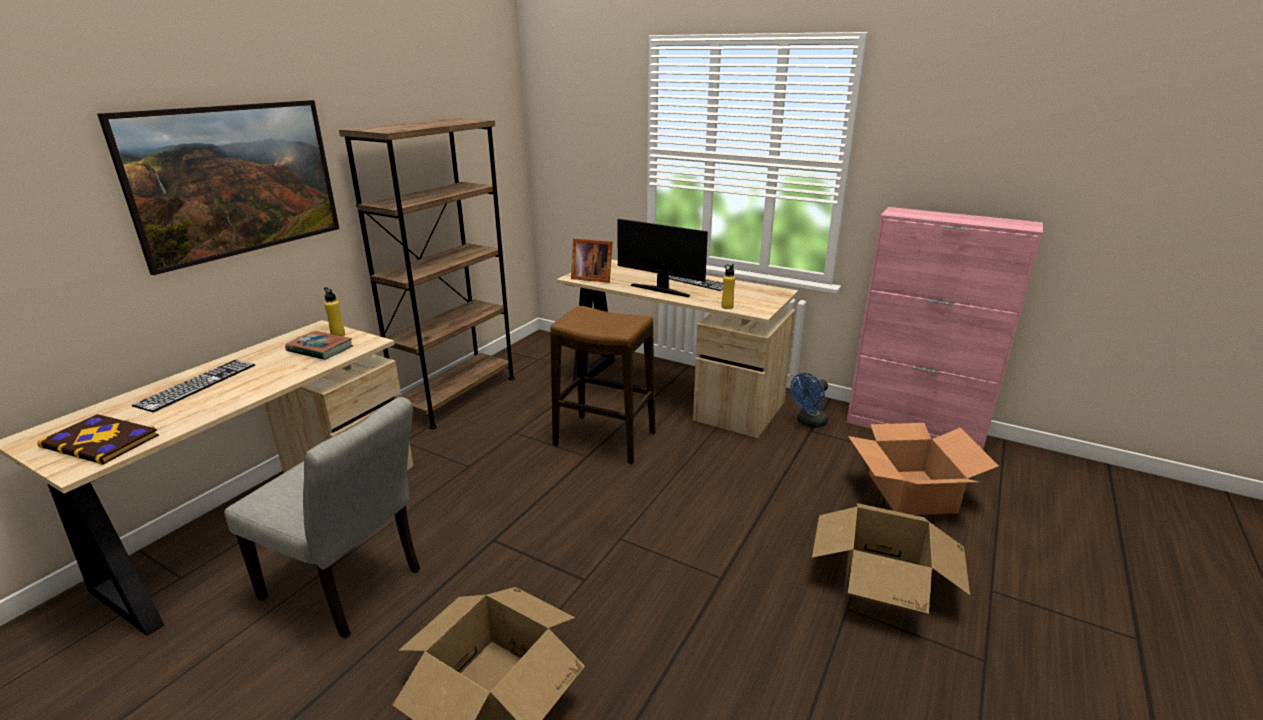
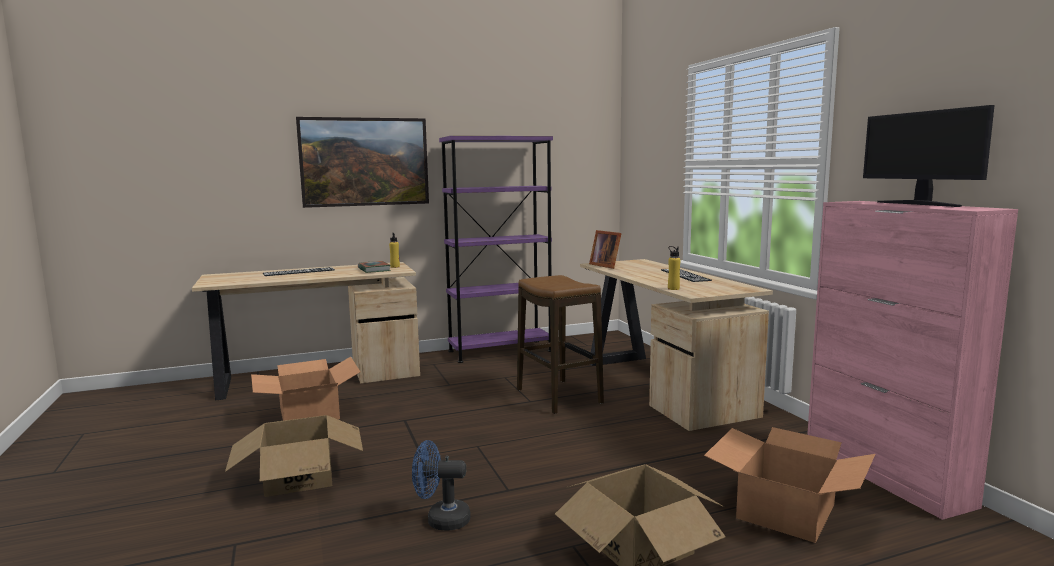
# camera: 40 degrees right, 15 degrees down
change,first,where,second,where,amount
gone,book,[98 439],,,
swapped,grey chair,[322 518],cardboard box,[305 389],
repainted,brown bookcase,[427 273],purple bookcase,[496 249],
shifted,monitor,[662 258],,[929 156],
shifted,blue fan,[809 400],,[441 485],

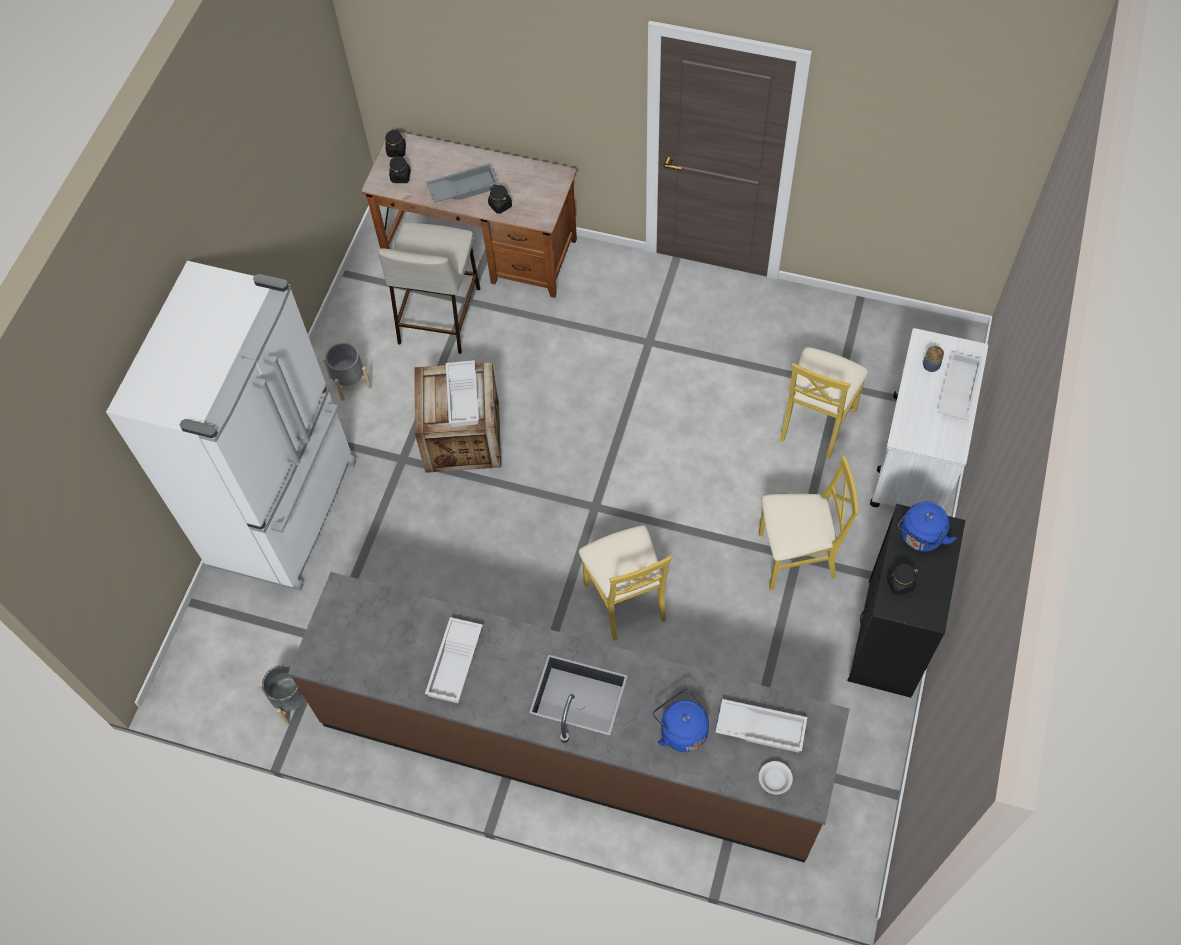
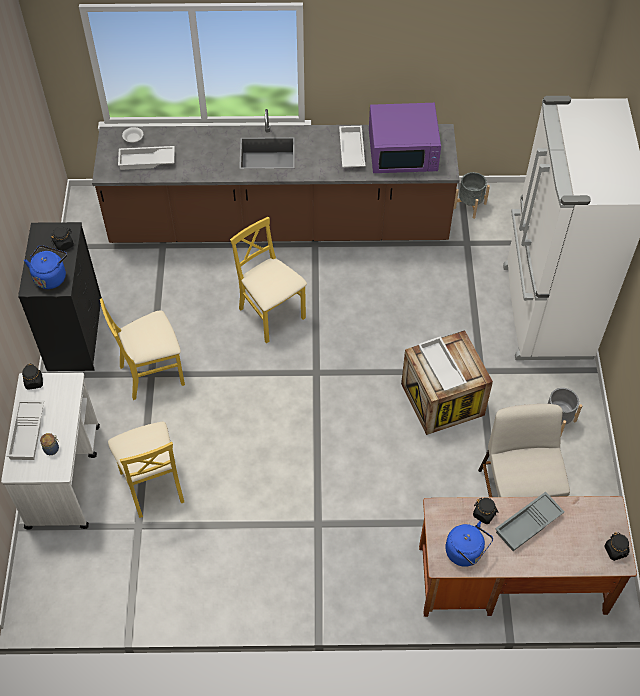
# camera: 160 degrees right, 5 degrees down
change,first,where,second,where,amount
shifted,black jar,[400 169],,[32 377],
shifted,blue kettle,[681 720],,[469 544],
rotated,yellow chair,[824 403],,[146 470],150 degrees clockwise
new,,,purple microwave,[405 138],

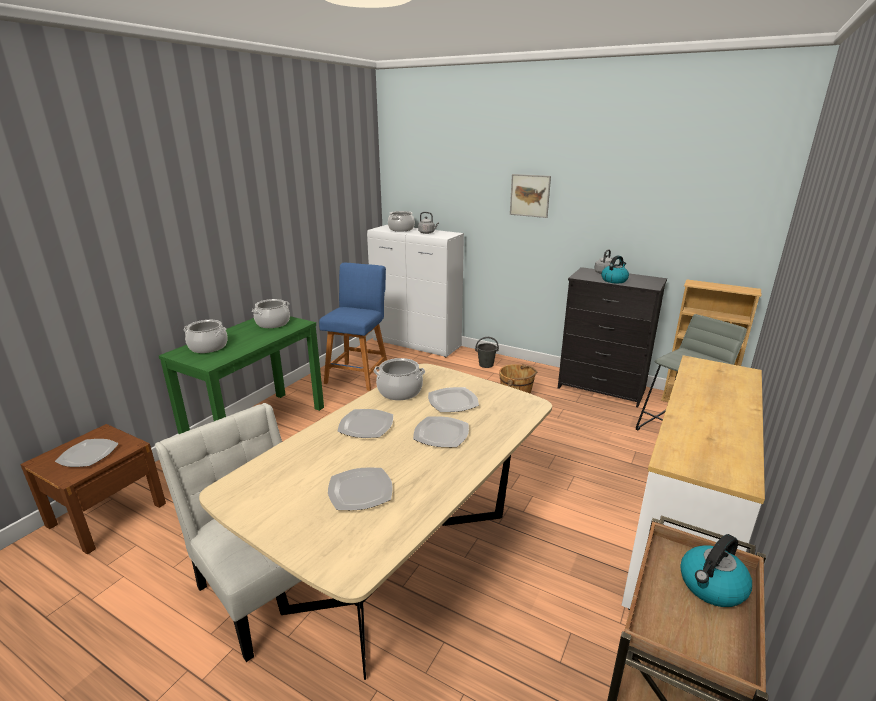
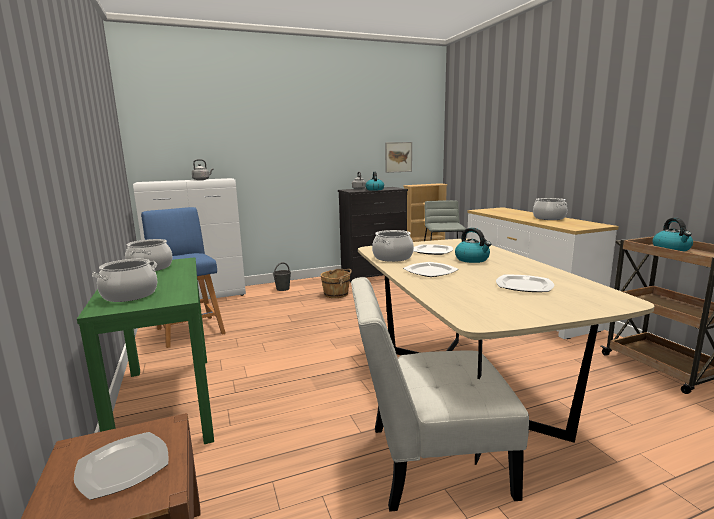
# camera: 50 degrees left, 10 degrees down
change,first,where,second,where,amount
shifted,cooking pot,[401 221],,[550 209],
swapped,plate,[441 431],kettle,[473 245],
shifted,picture,[530 196],,[398 157],

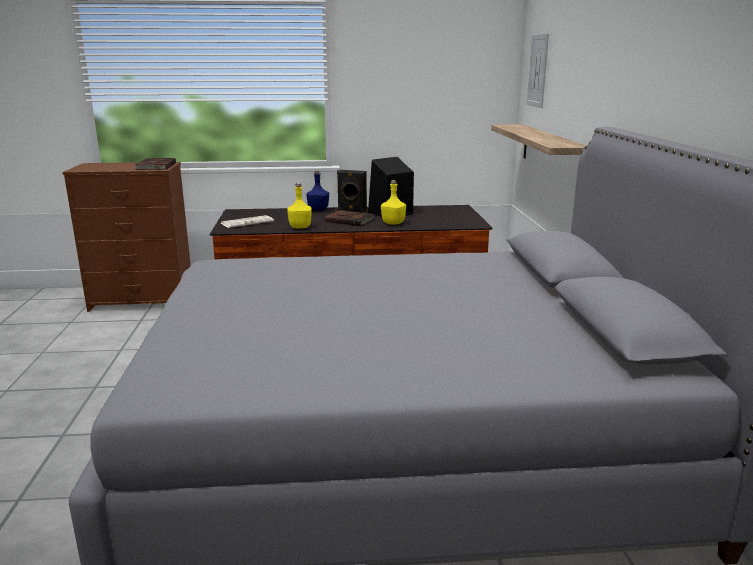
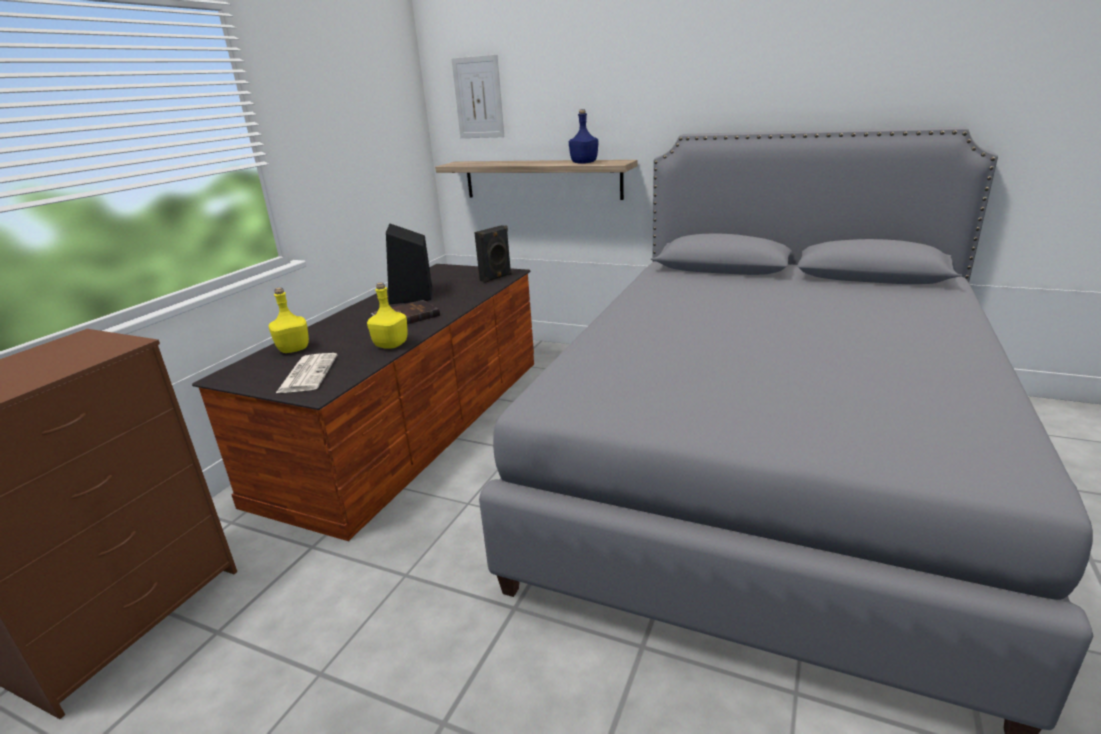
# camera: 60 degrees left, 5 degrees up
change,first,where,second,where,amount
gone,brown book,[155 164],,,
shifted,blue bottle,[318 190],,[583 136],
shifted,black speaker,[352 191],,[493 254],
shifted,yellow bottle,[393 202],,[288 320],

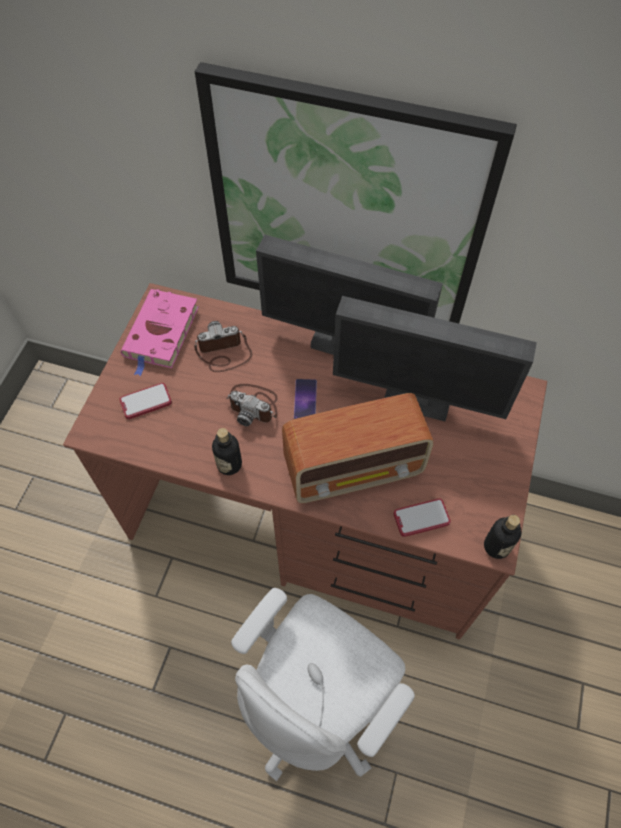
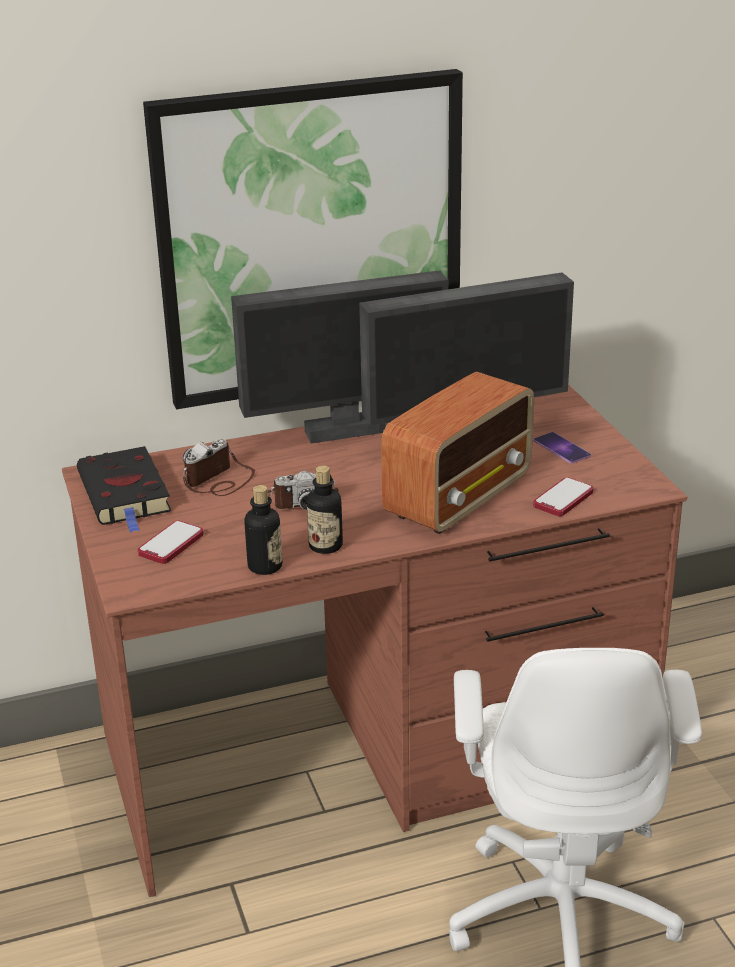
# camera: 35 degrees left, 30 degrees down
change,first,where,second,where,amount
repainted,pink book,[159 332],black book,[124 489],
shifted,phone,[305 399],,[562 448],
shifted,bottle,[503 537],,[263 530],

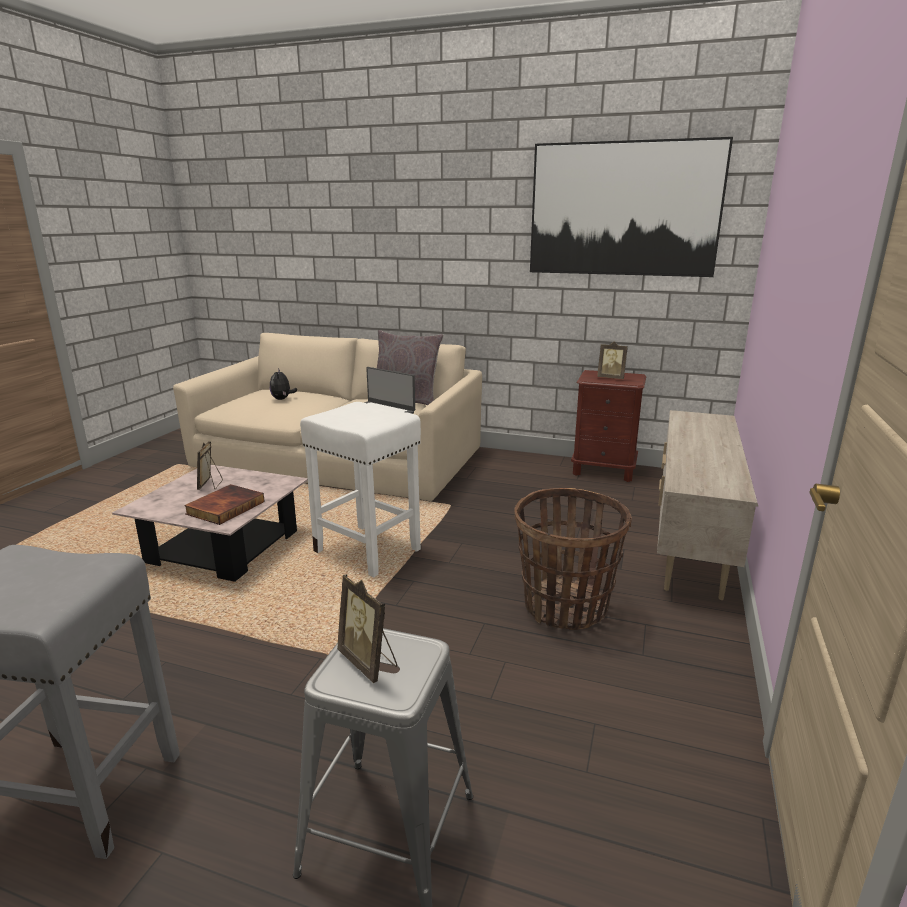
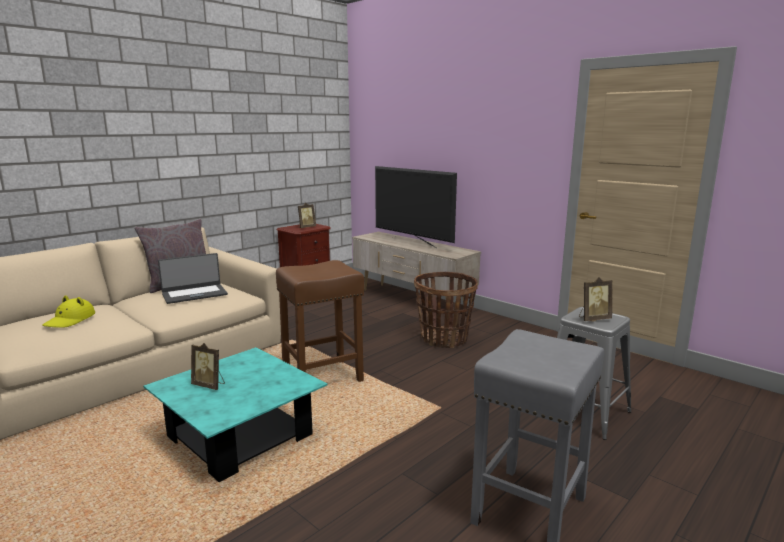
# camera: 65 degrees left, 5 degrees down
change,first,where,second,where,amount
repainted,pink coffee table,[210 523],turquoise coffee table,[235 414],
gone,book,[224 504],,,
swapped,plush toy,[283 384],yellow hat,[68 311],
repainted,white stool,[360 489],brown stool,[320 321],
gone,picture,[631 207],,,
new,,,television,[416 207],

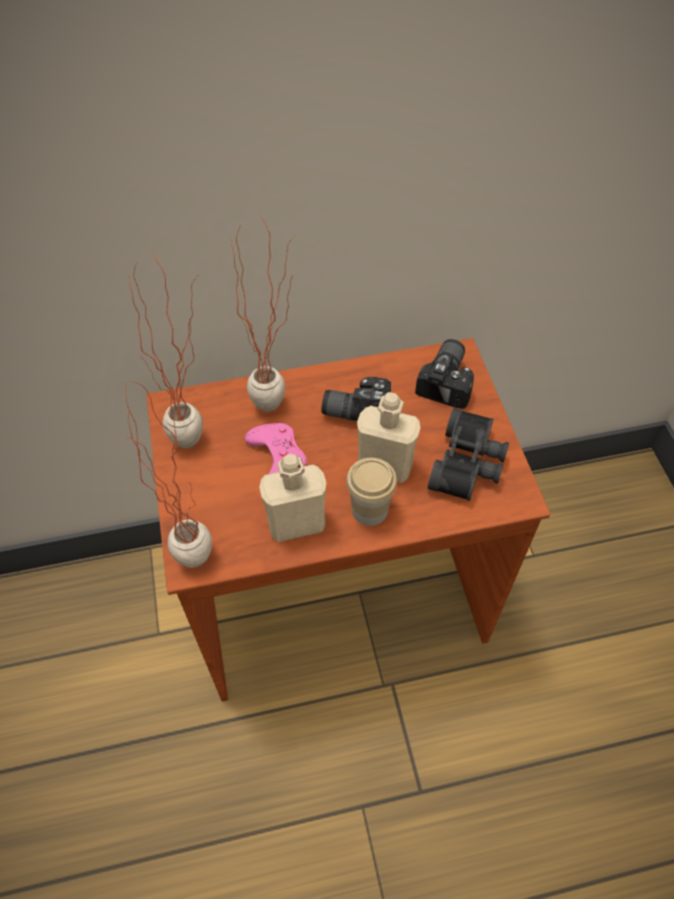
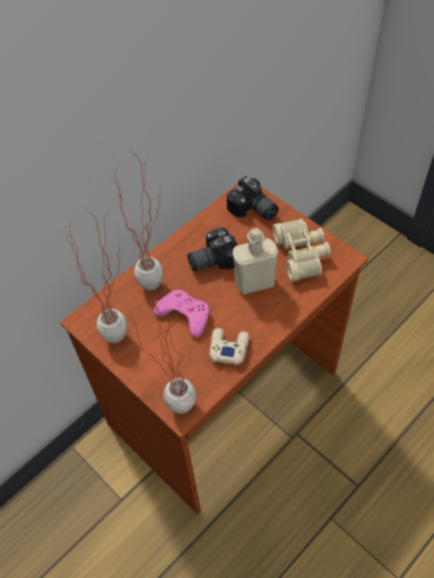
# camera: 30 degrees left, 0 degrees up
change,first,where,second,where,amount
swapped,beige bottle,[292 498],beige game controller,[229 346],
gone,cup,[371 492],,,
rotated,photo camera,[444 374],,[253 198],150 degrees clockwise
repainted,black binoculars,[468 454],beige binoculars,[301 250],

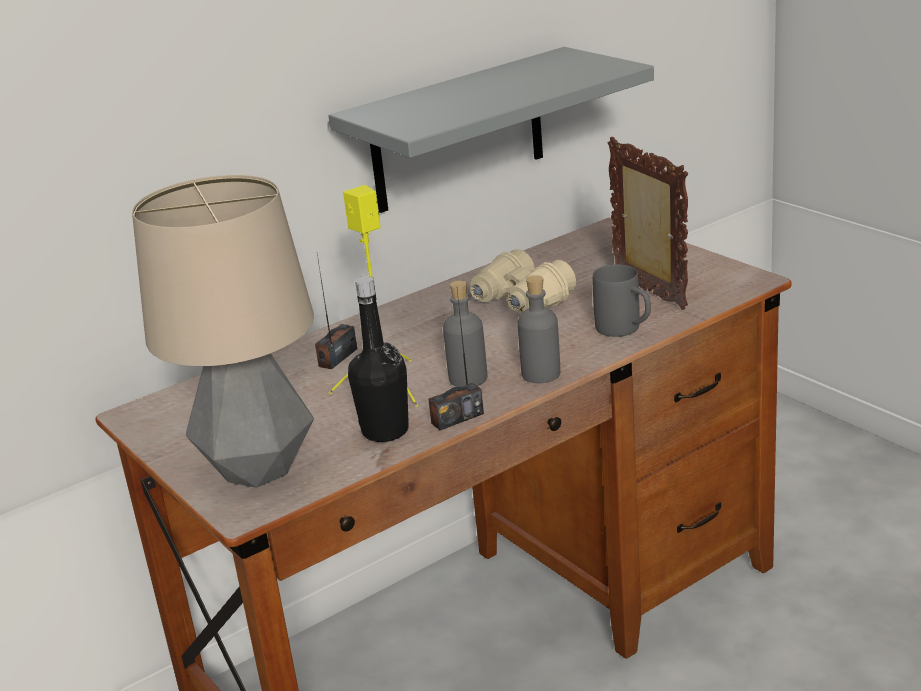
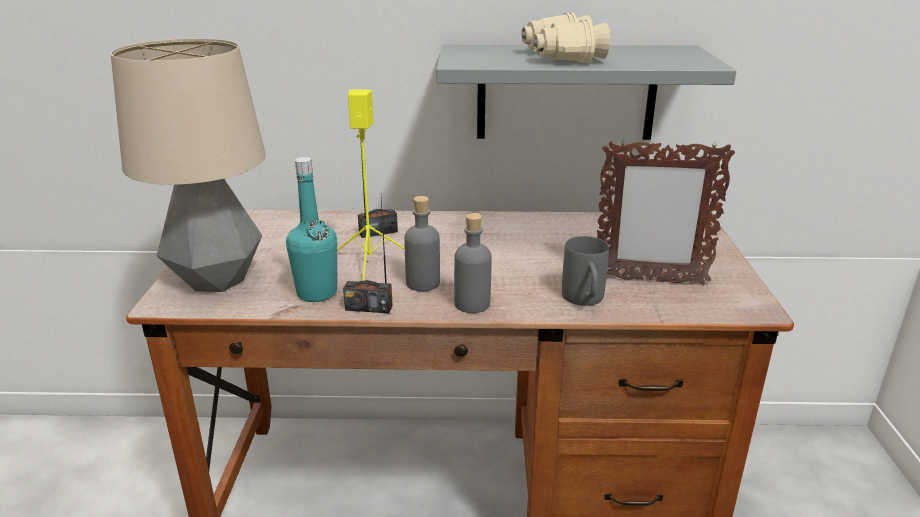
# camera: 35 degrees right, 0 degrees up
change,first,where,second,where,amount
repainted,black bottle,[378 359],turquoise bottle,[311 229],
shifted,beige binoculars,[523 281],,[565 37],
rotated,picture frame,[647 223],,[666 212],90 degrees clockwise

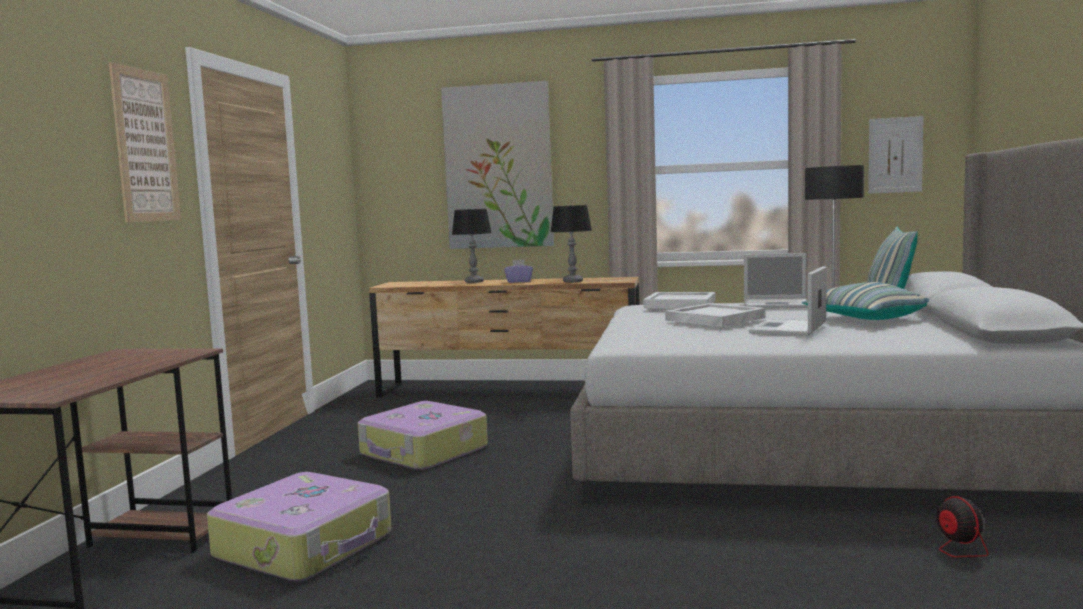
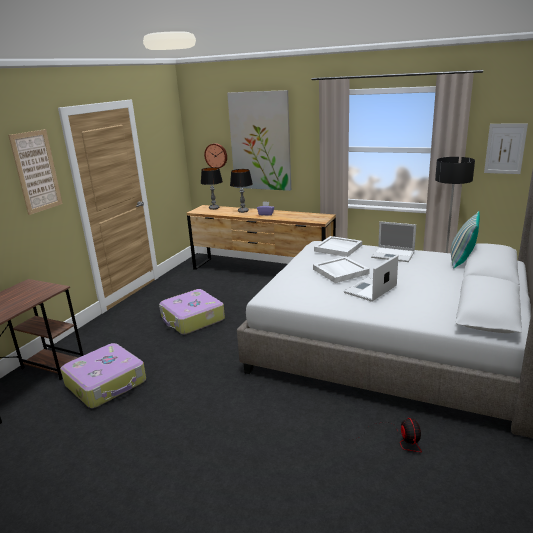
# camera: 15 degrees right, 15 degrees up
change,first,where,second,where,amount
shifted,table lamp,[571 244],,[212 188],
gone,pillow,[866 301],,,
new,,,wall clock,[215 155],

